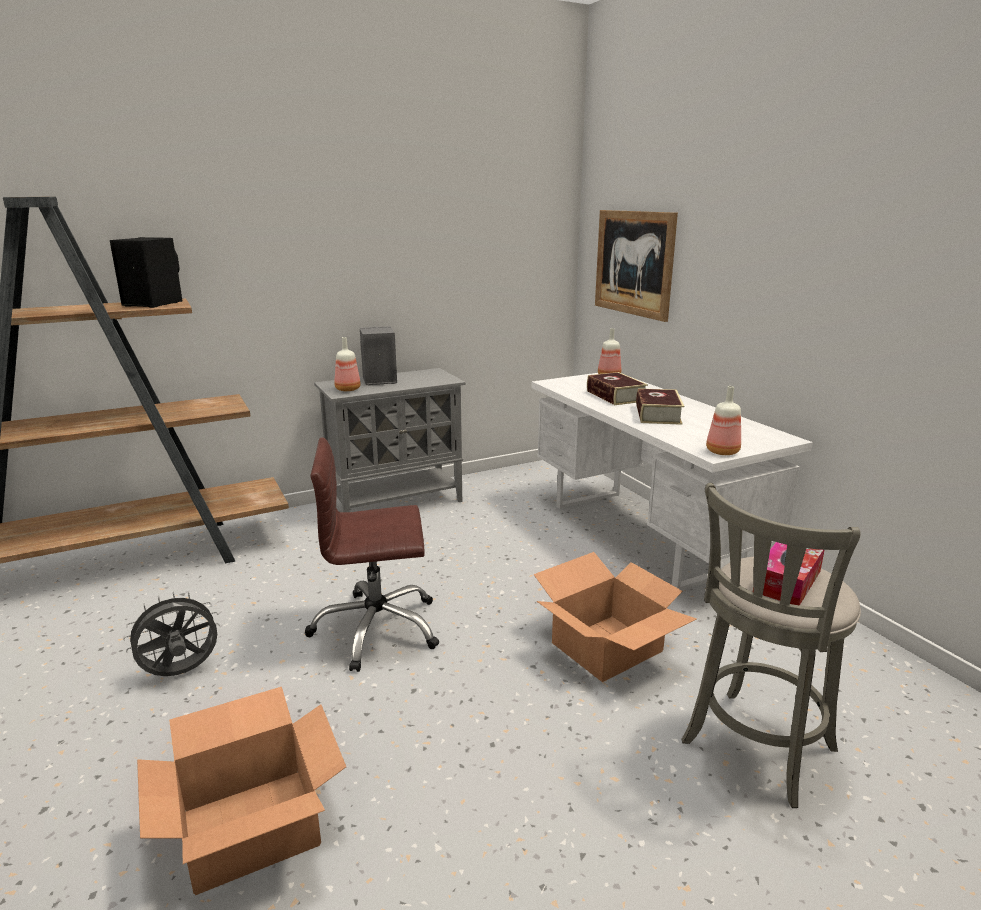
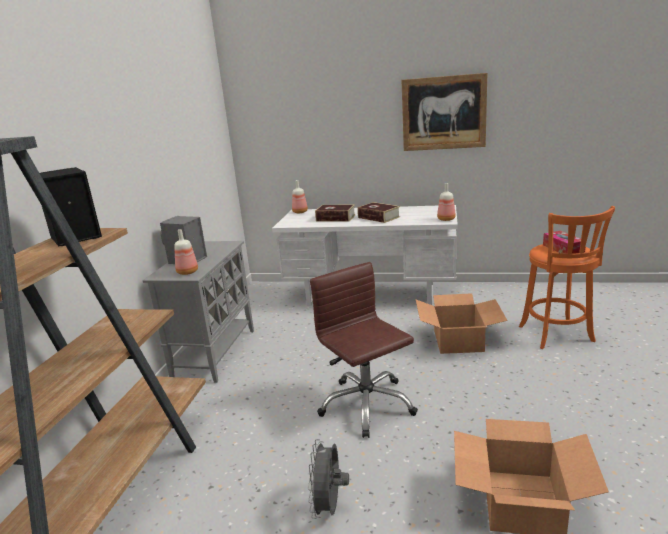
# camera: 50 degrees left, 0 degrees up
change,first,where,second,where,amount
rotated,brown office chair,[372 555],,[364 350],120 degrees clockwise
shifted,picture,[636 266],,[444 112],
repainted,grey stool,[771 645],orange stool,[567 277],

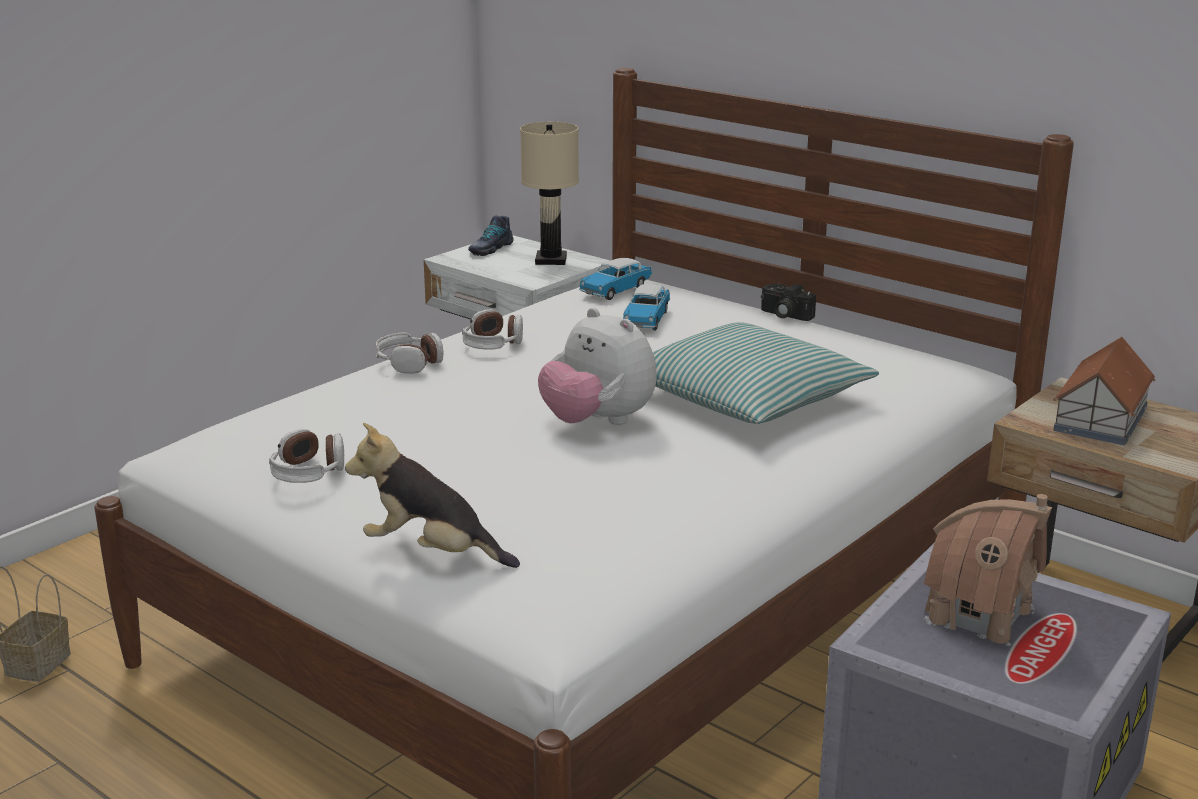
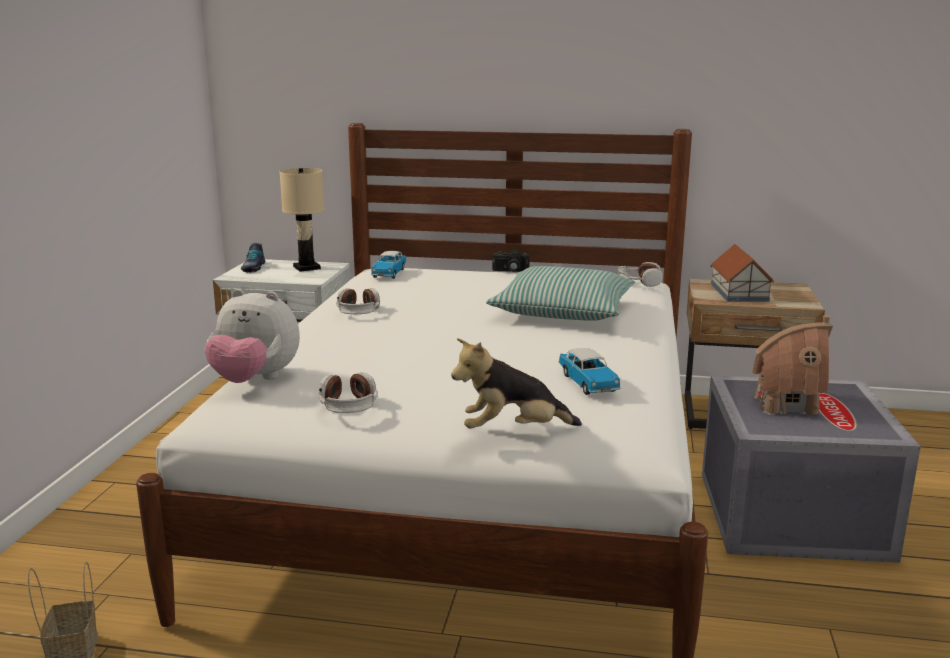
# camera: 30 degrees left, 5 degrees down
change,first,where,second,where,amount
shifted,headphones,[410 353],,[640 274],
shifted,plush toy,[597 366],,[252 336],
shifted,toy car,[646 307],,[590 371],

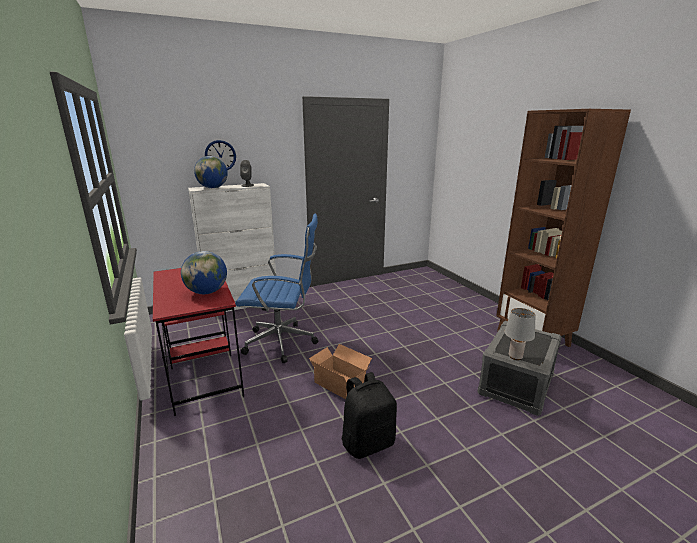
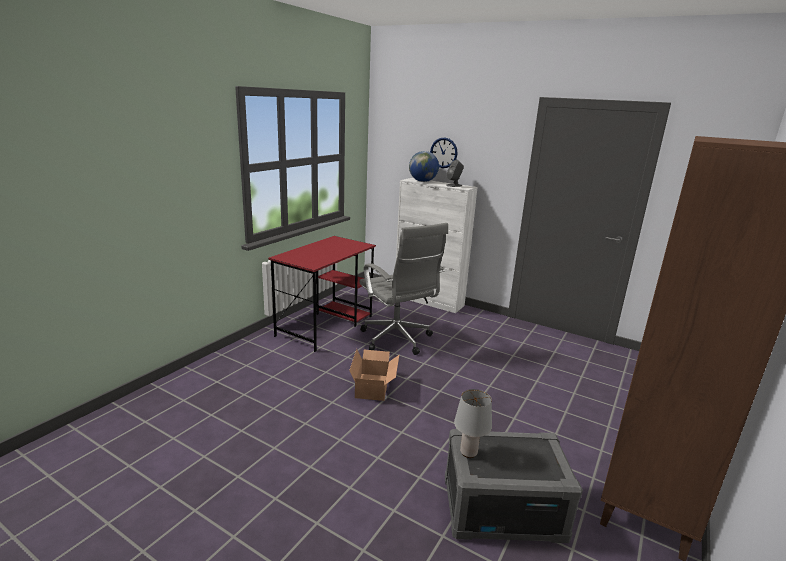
# camera: 55 degrees right, 0 degrees up
change,first,where,second,where,amount
gone,globe,[204 272],,,
repainted,blue office chair,[276 288],grey office chair,[403 289],
gone,black backpack,[369 415],,,

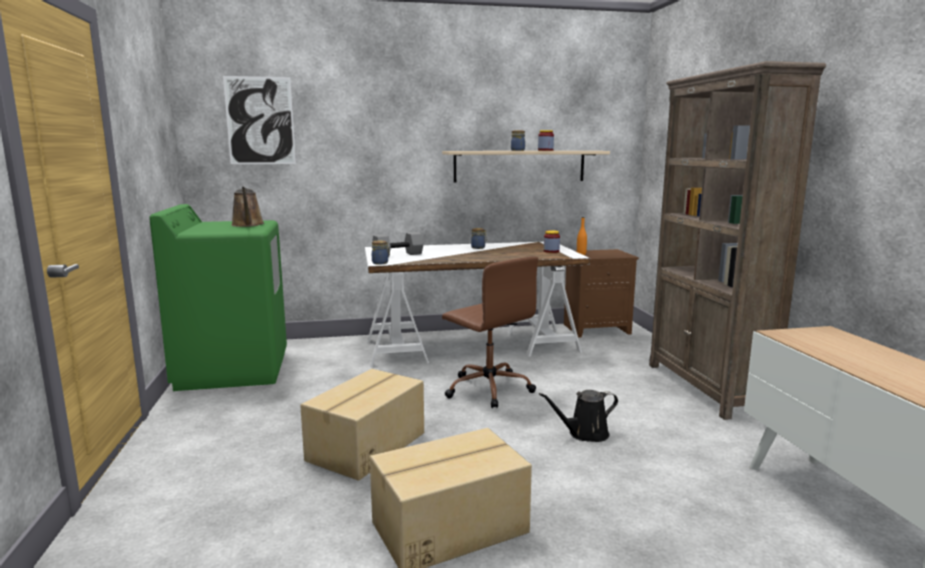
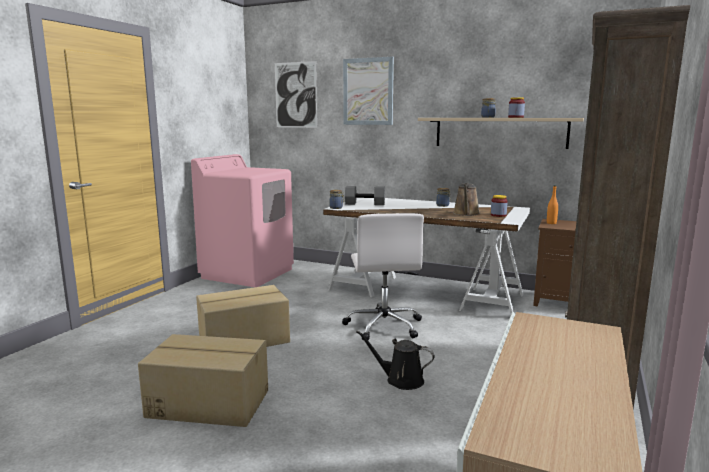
# camera: 35 degrees right, 0 degrees up
change,first,where,second,where,amount
repainted,green washing machine,[218 297],pink washing machine,[242 220],
shifted,brown watering can,[247 207],,[466 199],
repainted,brown office chair,[490 332],white office chair,[383 276],
new,,,picture,[368 91],

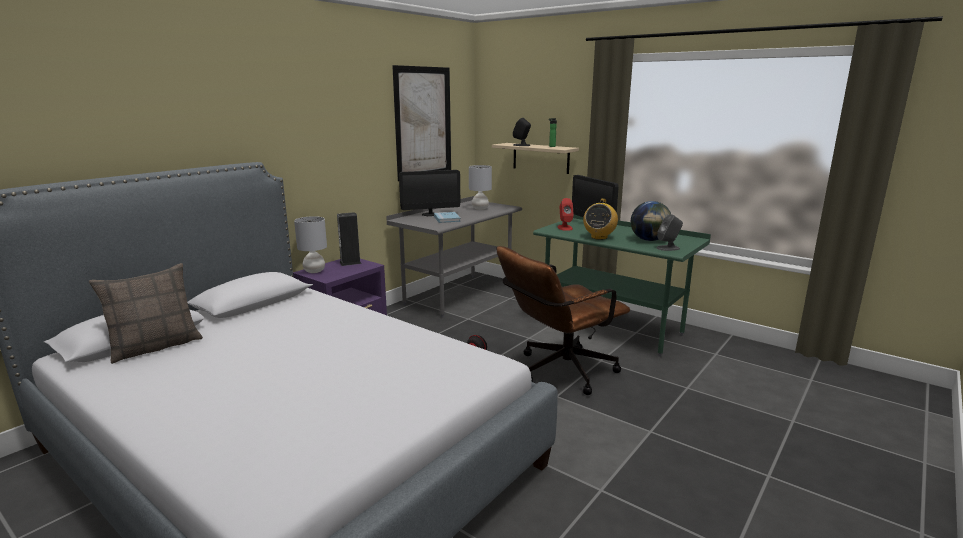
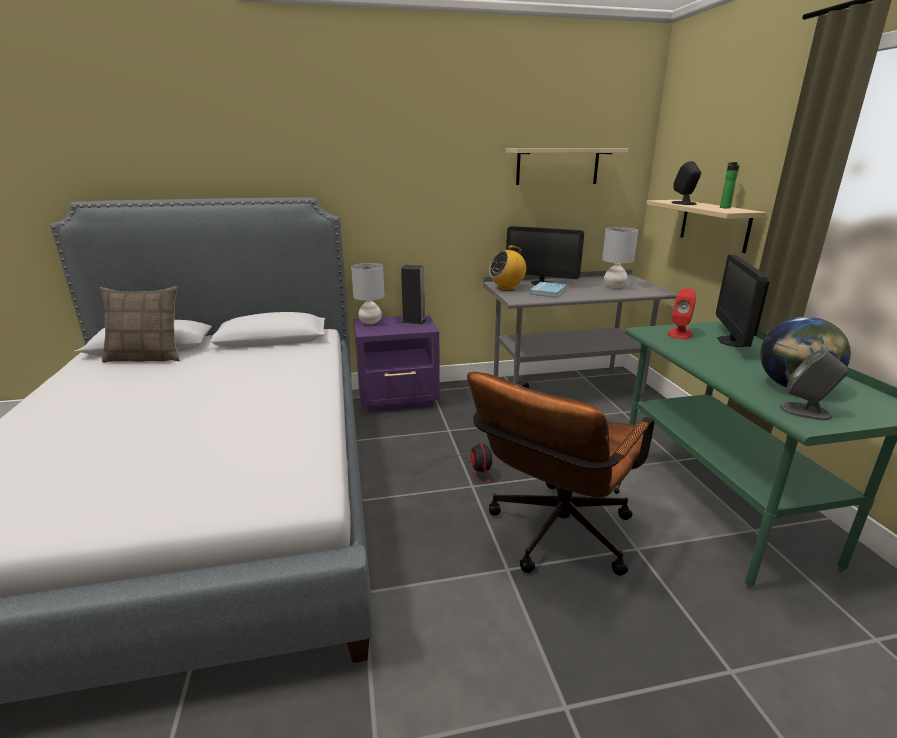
# camera: 40 degrees right, 5 degrees up
change,first,where,second,where,amount
swapped,picture,[421 123],beige shelf,[566 166],
rotated,brown office chair,[563 320],,[561 474],60 degrees counterclockwise
shifted,radio,[600 219],,[507 268],

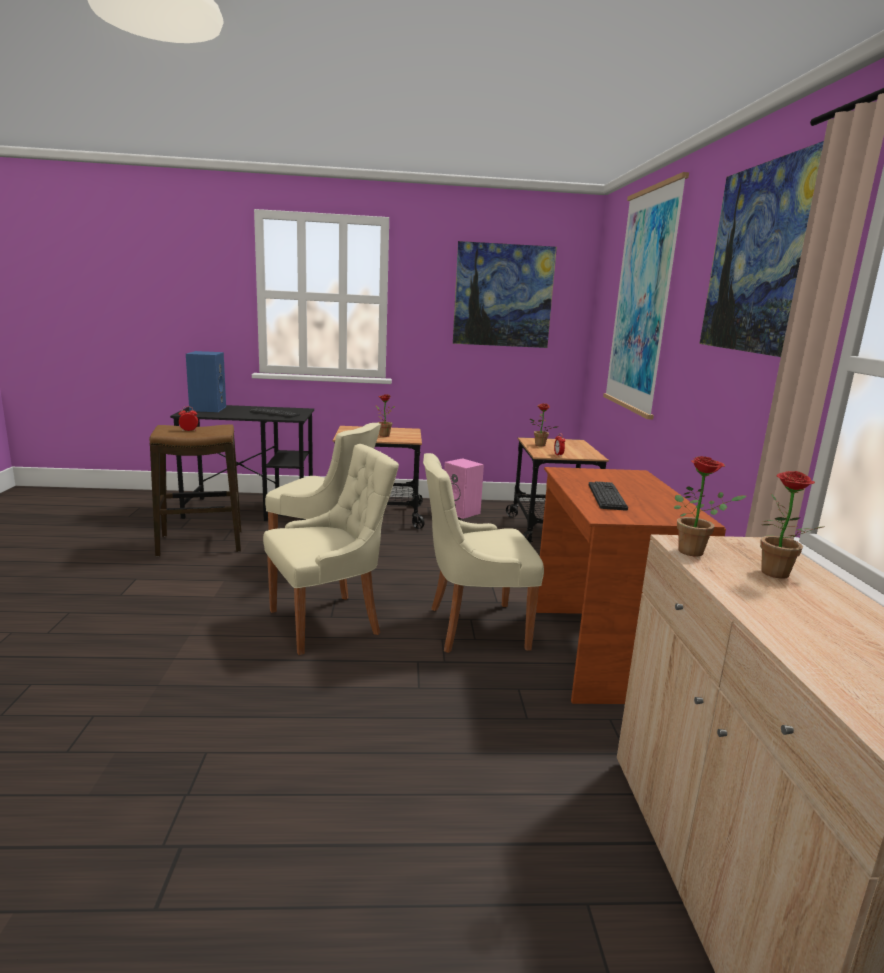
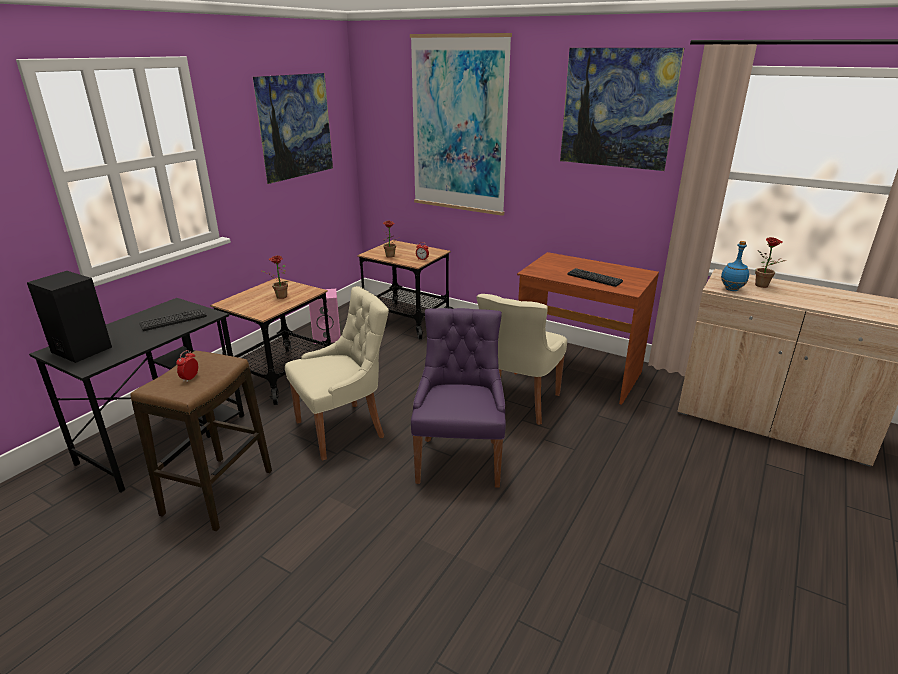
# camera: 55 degrees left, 10 degrees up
change,first,where,second,where,amount
repainted,blue speaker,[206 381],black speaker,[69 317],
repainted,beige chair,[331 549],purple chair,[458 398],
swapped,potted plant,[710 506],blue bottle,[735 266],

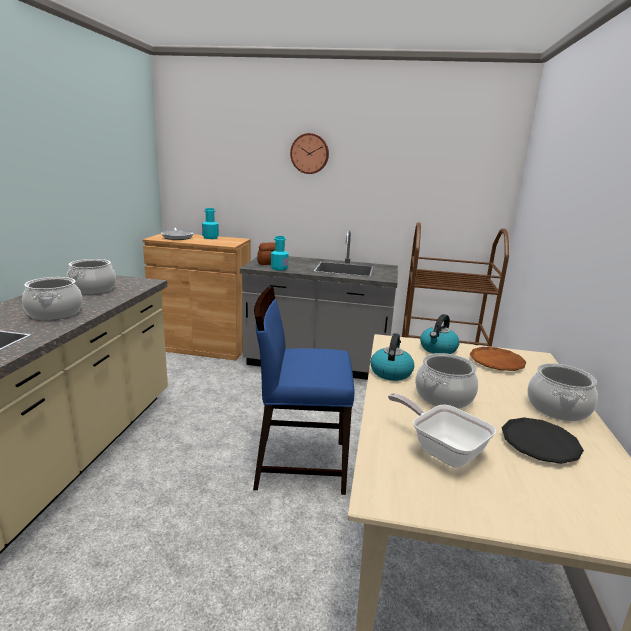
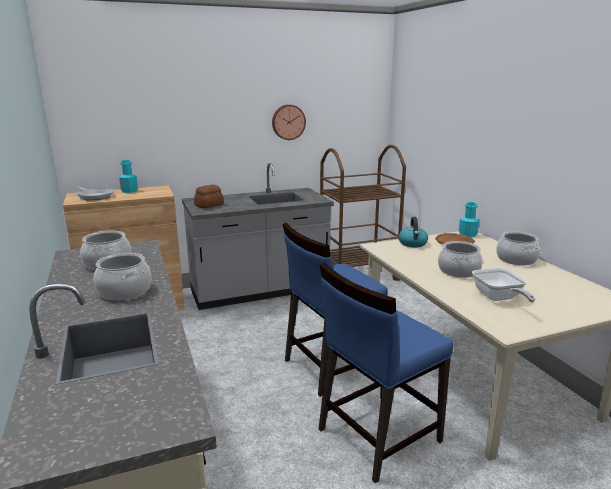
# camera: 30 degrees left, 0 degrees up
change,first,where,second,where,amount
shifted,turquoise bottle,[280 253],,[469 219],
shifted,wall clock,[309 153],,[289 122],
gone,kettle,[392 357],,,
rotated,frying pan,[442 430],,[503 285],120 degrees counterclockwise
gone,black plate,[543 440],,,
new,,,blue chair,[386 373],

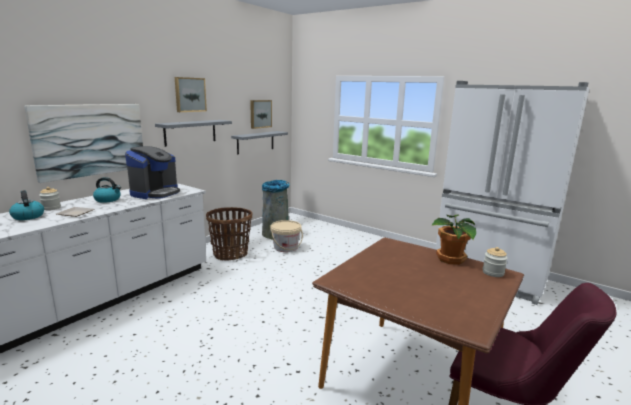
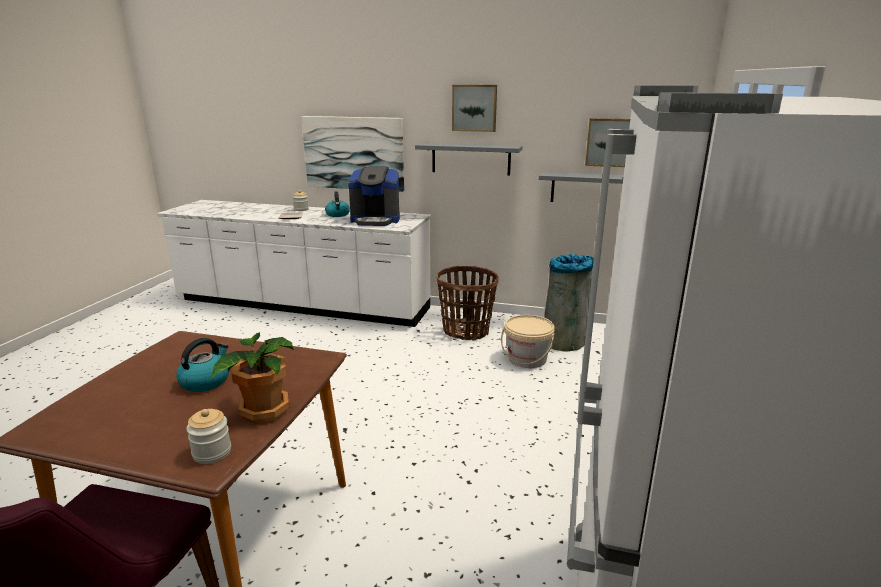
# camera: 70 degrees right, 5 degrees up
change,first,where,second,where,amount
shifted,kettle,[26 205],,[202 365],

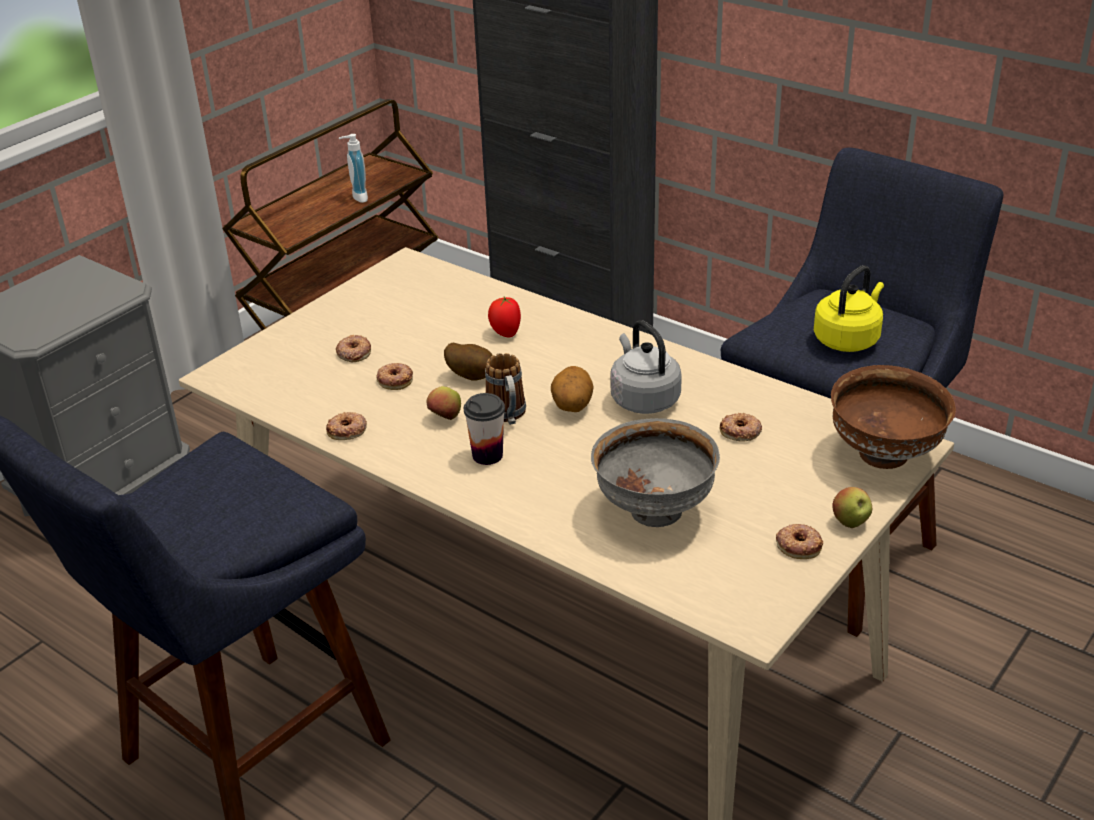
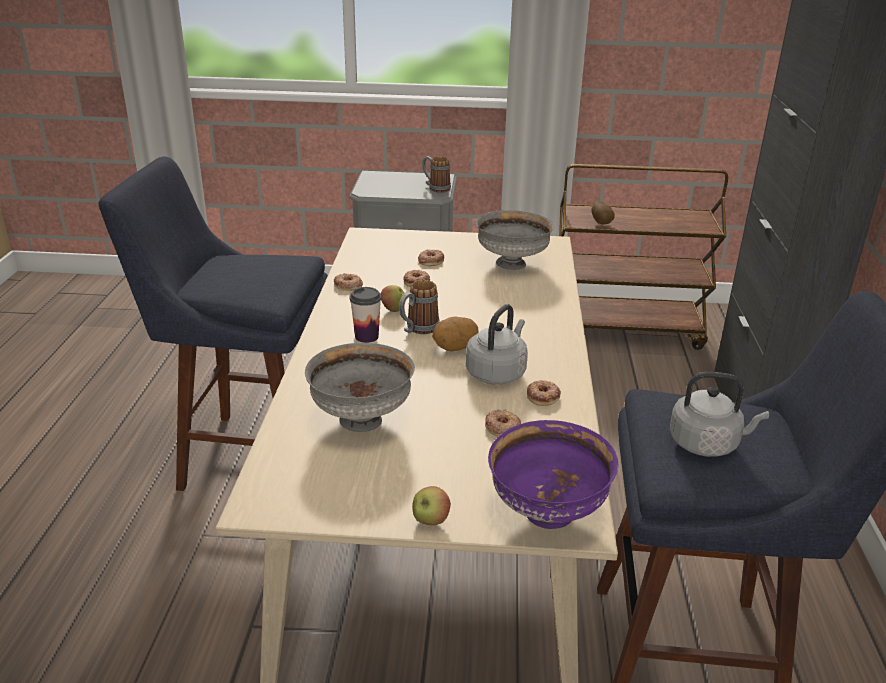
# camera: 55 degrees right, 5 degrees down
change,first,where,second,where,amount
gone,soap dispenser,[353 168],,,
shifted,potato,[468 362],,[603 213],
gone,tomato,[504 317],,,
shifted,donut,[799 541],,[544 393],
repainted,yellow kettle,[849 308],grey kettle,[719 414],
repainted,brown bowl,[893 417],purple bowl,[553 474],
new,,,mug,[436 174],
new,,,grey bowl,[515 240],

